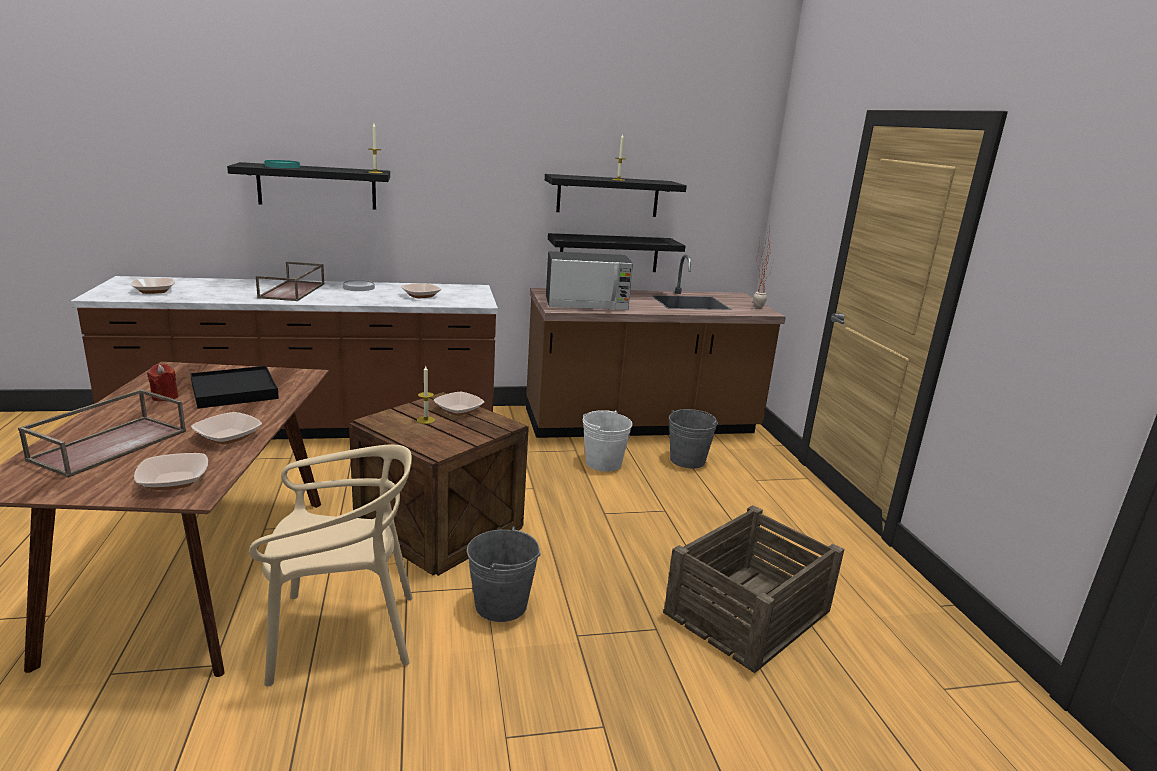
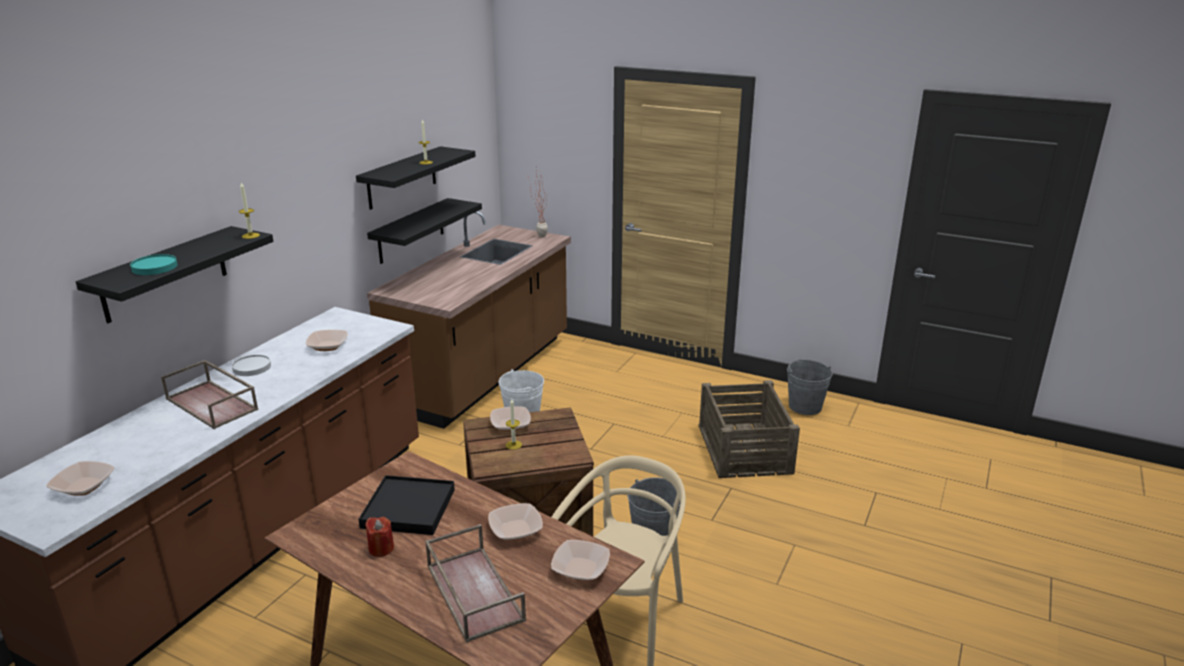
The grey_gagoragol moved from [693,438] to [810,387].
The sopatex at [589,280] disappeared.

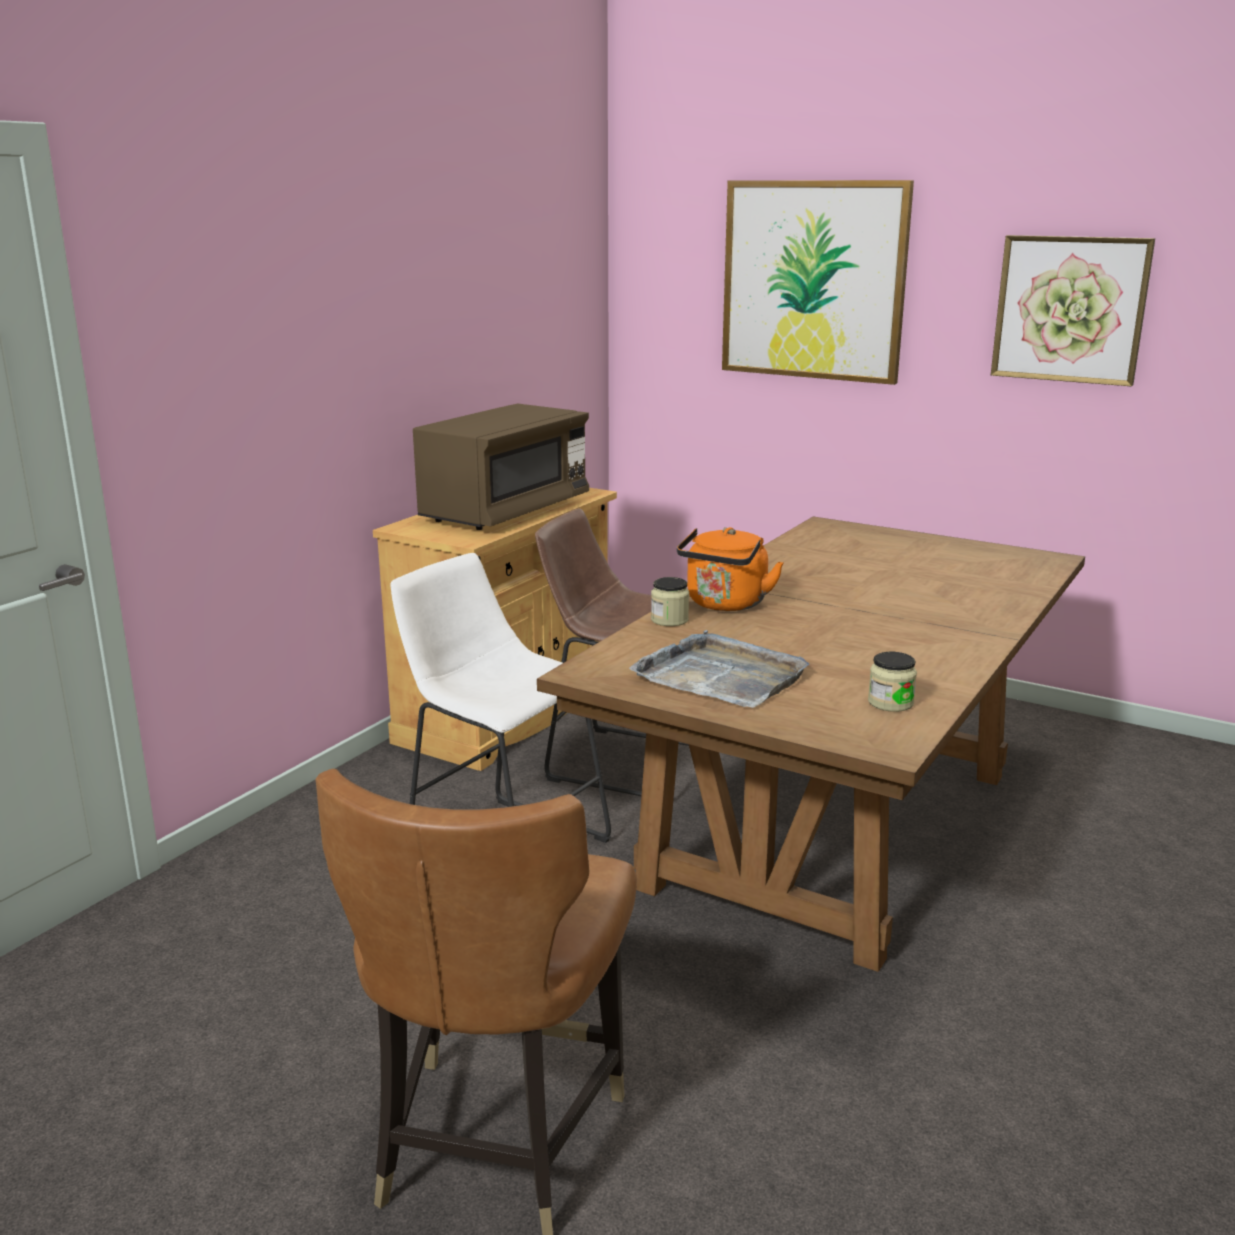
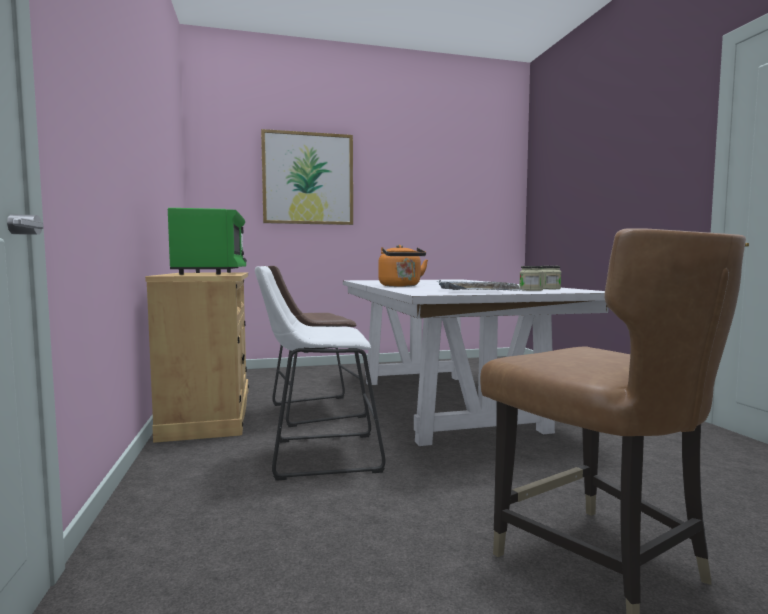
The brown_sopatex at [501,466] became the green_sopatex at [207,241].
The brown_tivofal at [811,744] became the white_tivofal at [476,362].
The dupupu moved from [670,601] to [531,278].
The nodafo at [1073,311] disappeared.

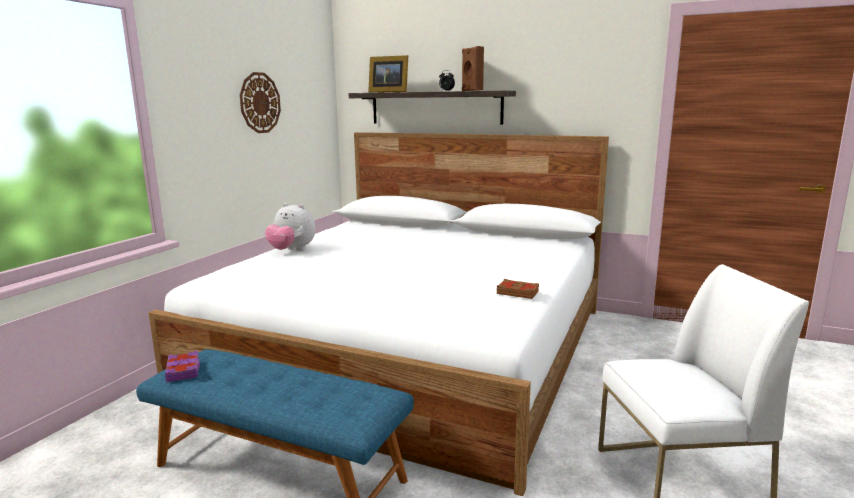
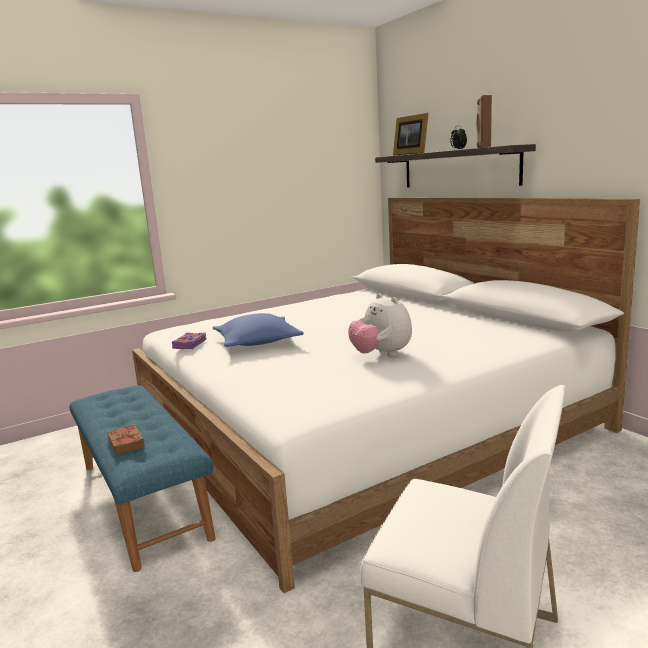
The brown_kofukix moved from [518,289] to [126,439].
The purple_kofukix moved from [182,366] to [189,340].
The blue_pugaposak at [258,330] appeared.
The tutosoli moved from [290,227] to [380,324].
The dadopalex at [260,102] disappeared.

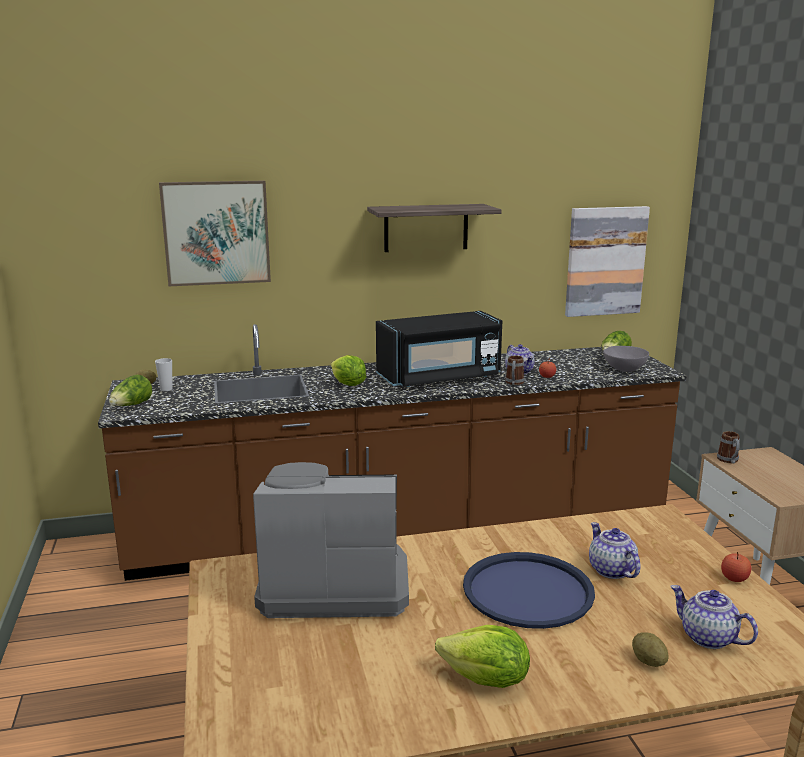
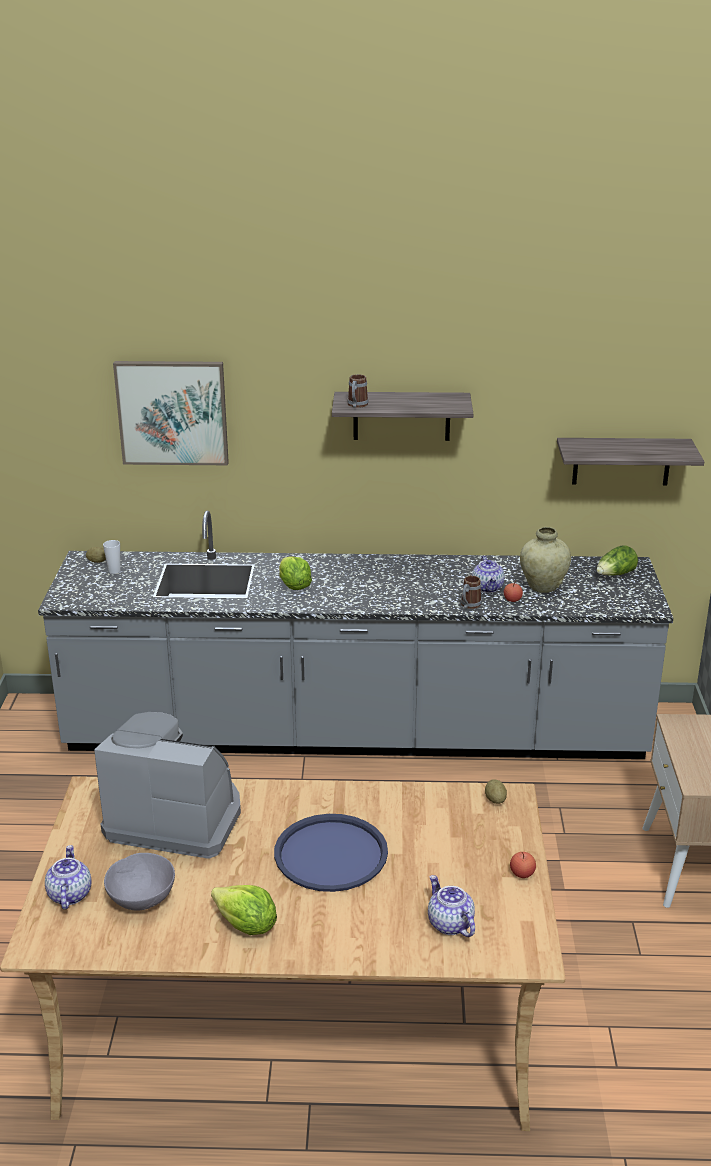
The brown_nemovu at [392,452] became the grey_nemovu at [355,635].
The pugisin moved from [615,550] to [68,877].
The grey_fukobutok moved from [626,359] to [139,882].
The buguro moved from [728,447] to [357,391].
The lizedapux moved from [650,649] to [496,791].
The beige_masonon at [545,560] appeared.
The nodafo at [607,261] was replaced by the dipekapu at [630,461].
The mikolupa at [130,390] disappeared.
The black_sopatex at [439,349] disappeared.

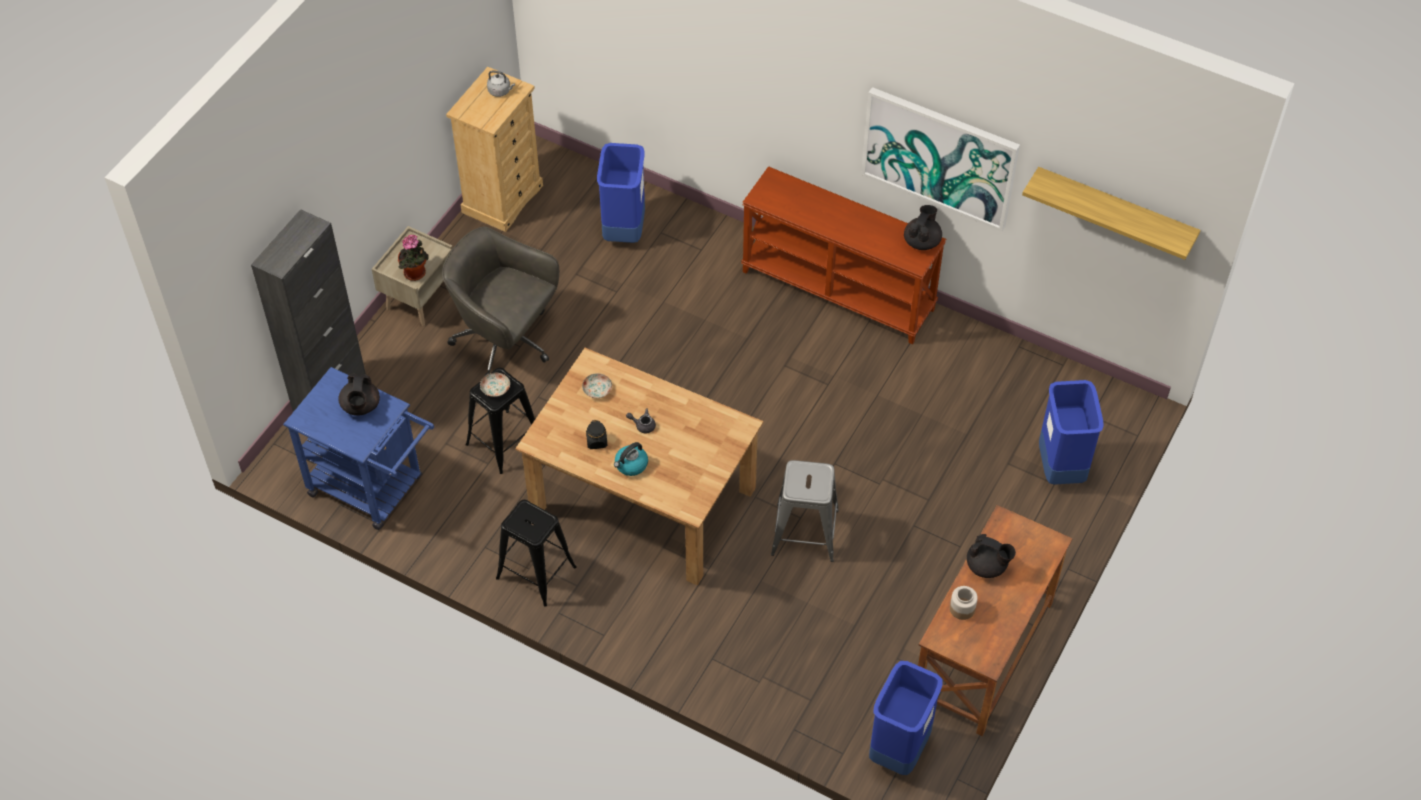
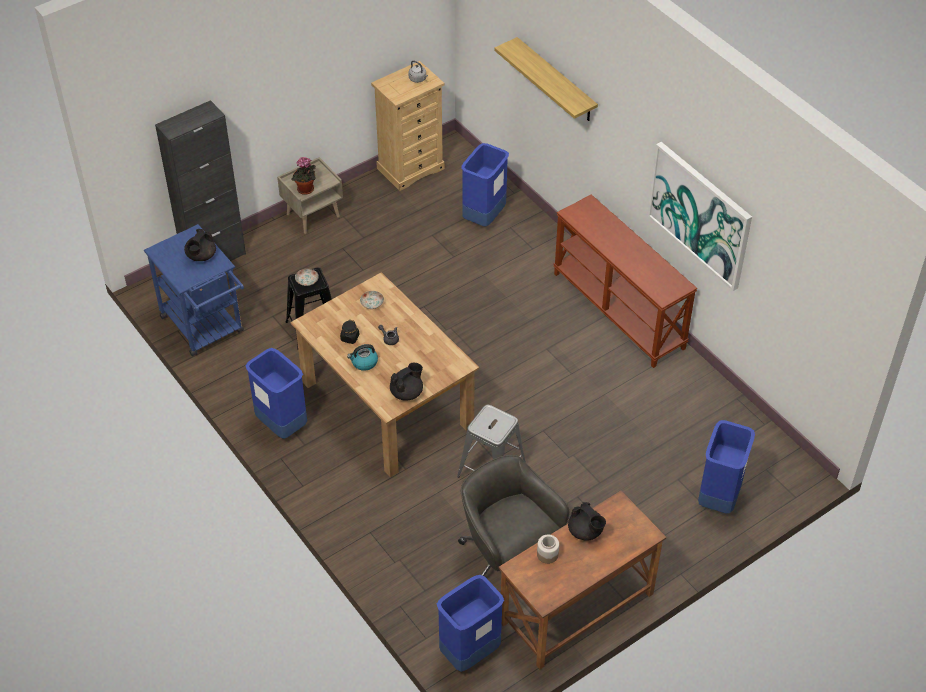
The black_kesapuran at [536,553] was replaced by the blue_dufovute at [276,393].
The black_pugisin moved from [923,227] to [406,382].
The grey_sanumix moved from [500,302] to [513,515].
The dipekapu moved from [1111,213] to [546,79].

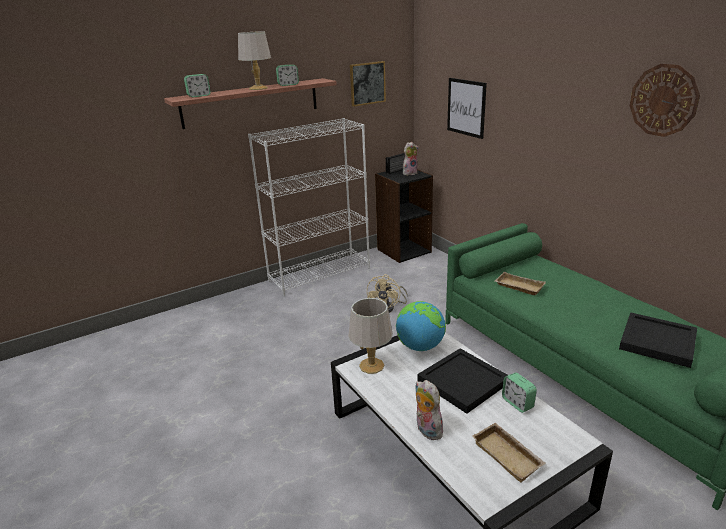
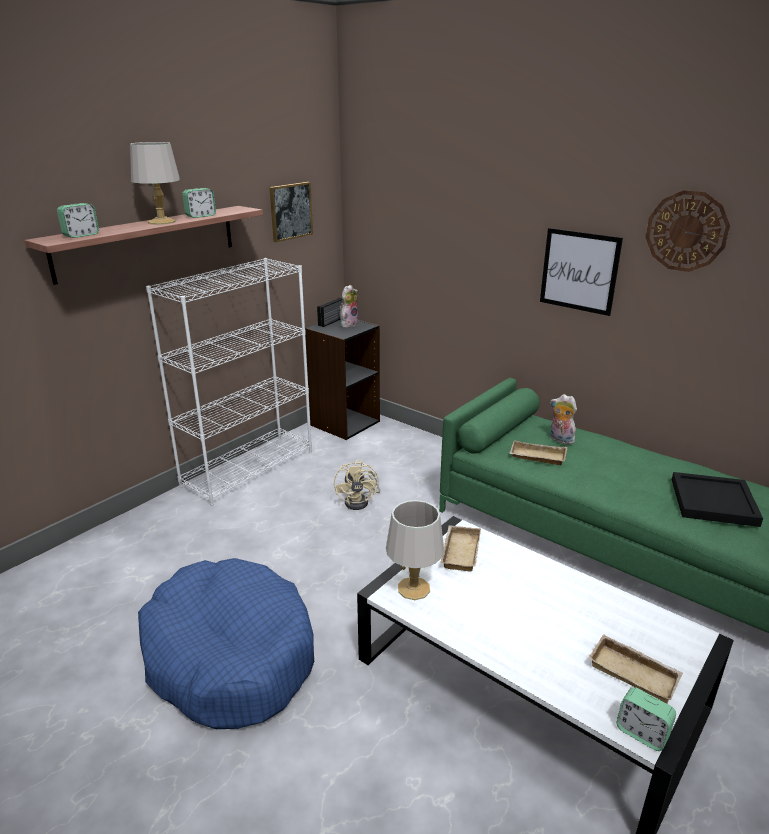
The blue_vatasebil at [226,643] appeared.
The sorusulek at [421,326] was replaced by the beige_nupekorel at [460,548].
The nodafo moved from [467,108] to [581,272].
The tutosoli moved from [429,410] to [563,419].
The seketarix moved from [519,392] to [646,719].
The black_nupekorel at [463,381] disappeared.

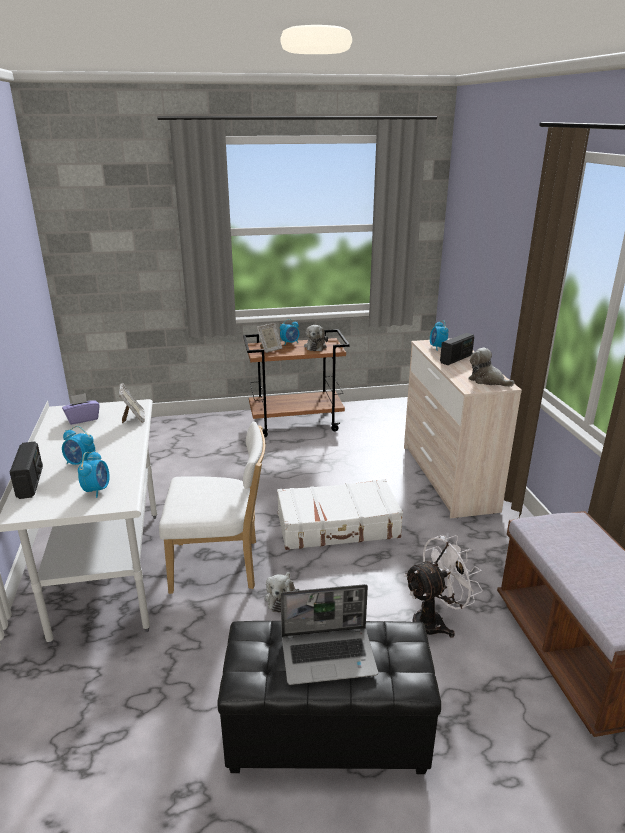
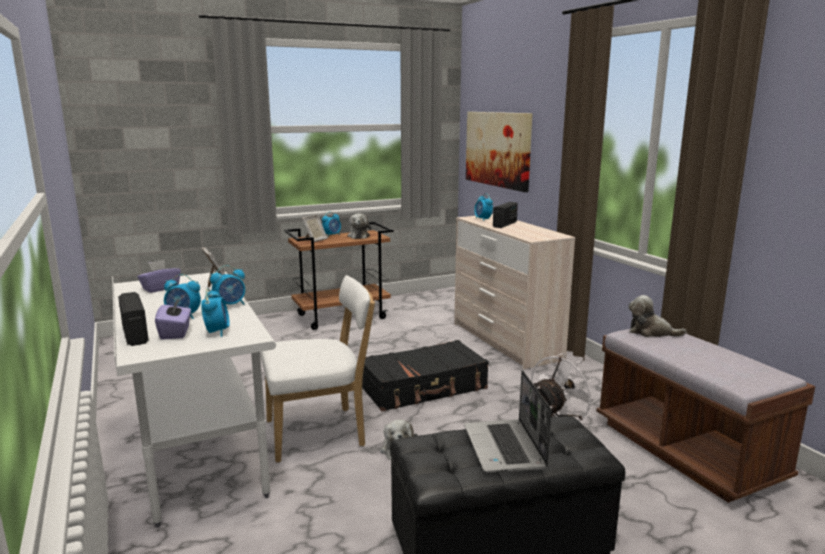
The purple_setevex at [173,319] appeared.
The seketarix at [227,285] appeared.
The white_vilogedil at [340,514] became the black_vilogedil at [425,375].
The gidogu at [329,634] turned 105 degrees clockwise.
The nodafo at [499,152] appeared.
The tutosoli moved from [491,367] to [658,316].

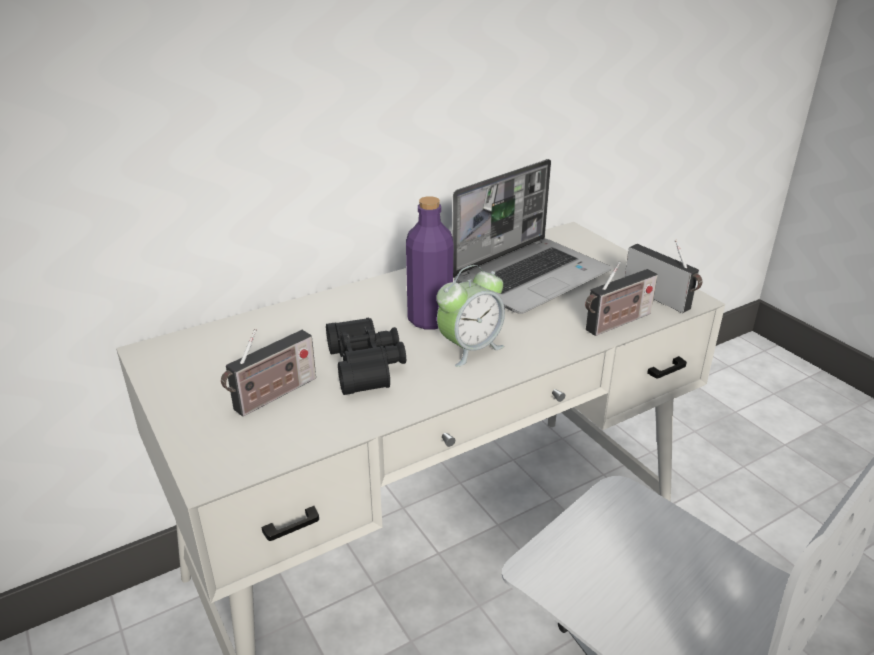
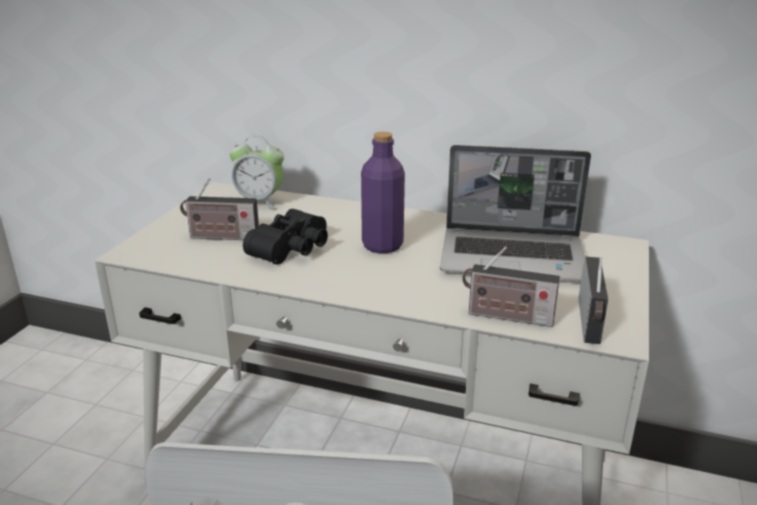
The seketarix moved from [470,316] to [257,172].

